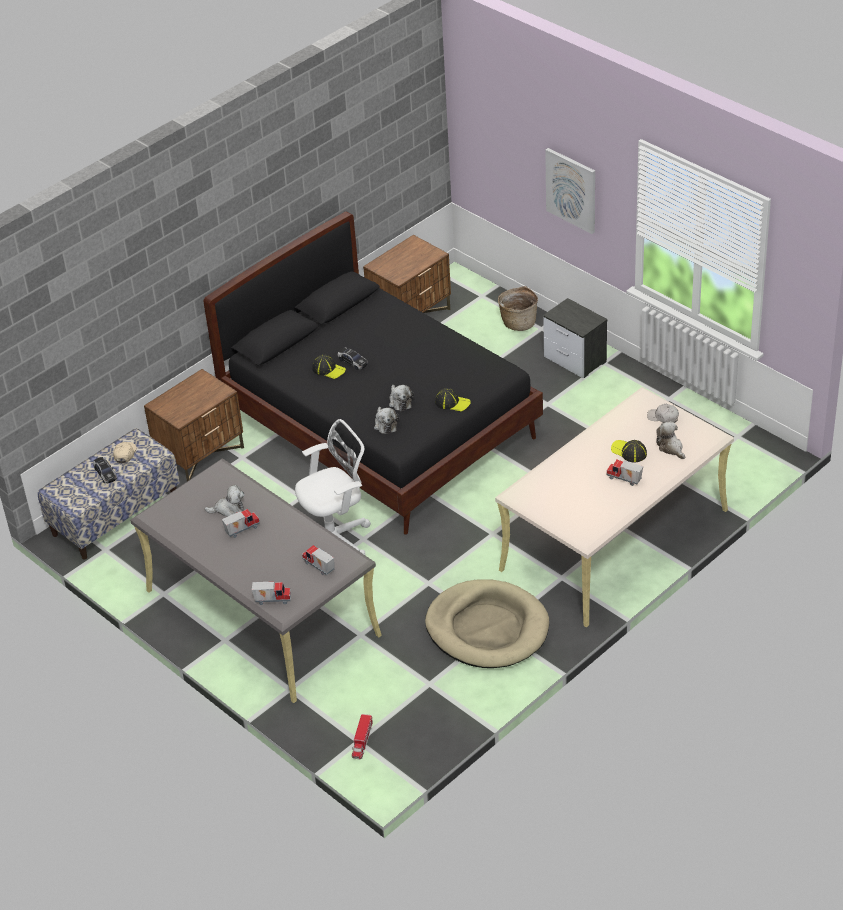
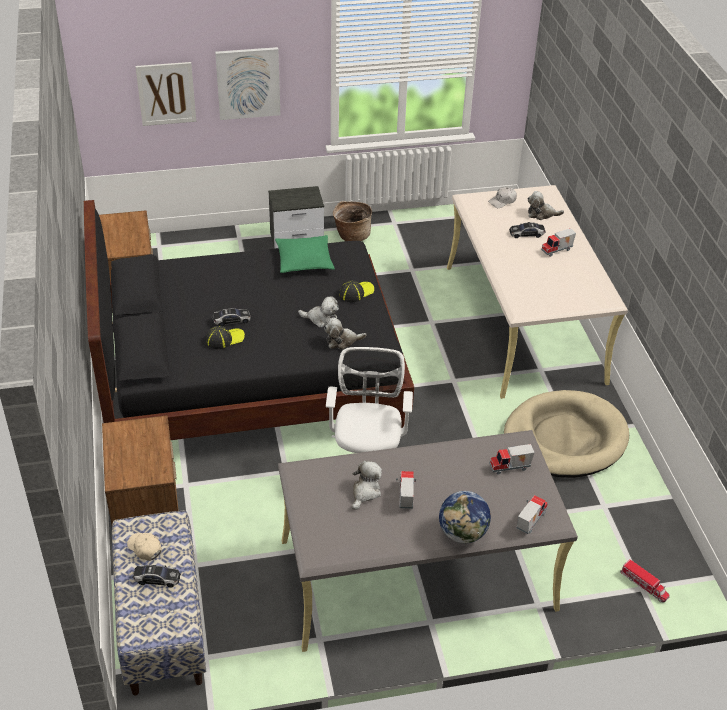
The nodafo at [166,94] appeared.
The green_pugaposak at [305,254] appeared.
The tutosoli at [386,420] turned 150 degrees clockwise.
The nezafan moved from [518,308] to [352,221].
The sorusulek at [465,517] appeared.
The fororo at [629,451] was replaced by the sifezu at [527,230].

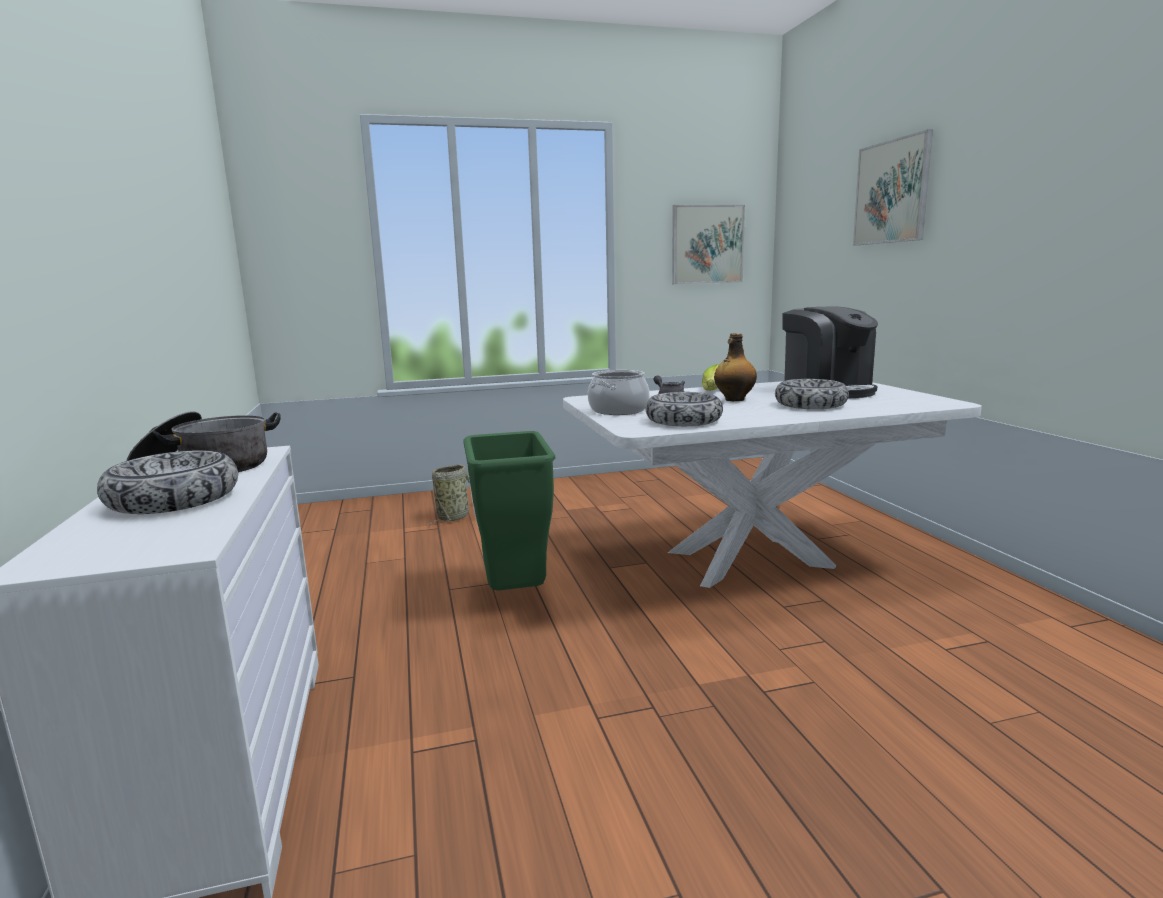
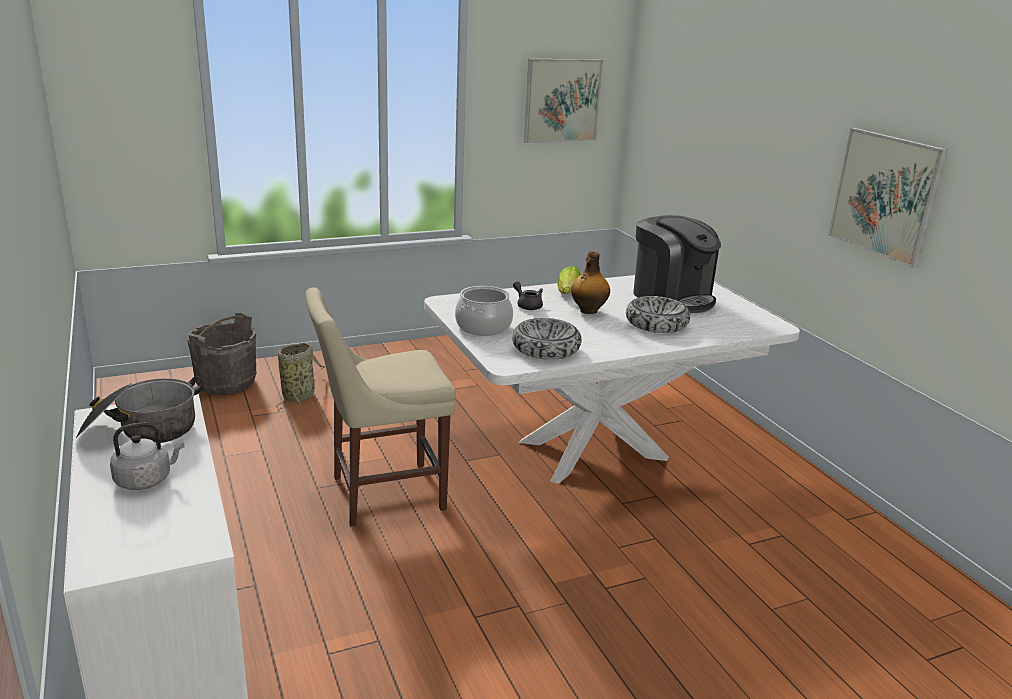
The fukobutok at [167,482] was replaced by the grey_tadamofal at [147,456].
The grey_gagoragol at [221,354] appeared.
The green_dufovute at [509,510] was replaced by the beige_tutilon at [380,406].
The nodafo moved from [893,187] to [888,198].

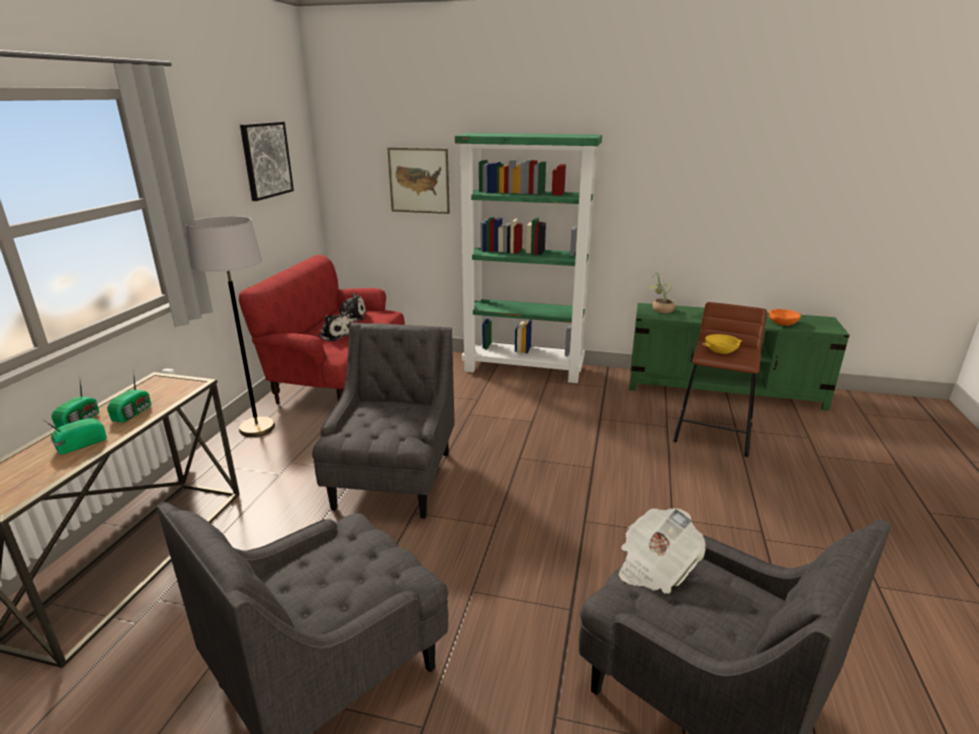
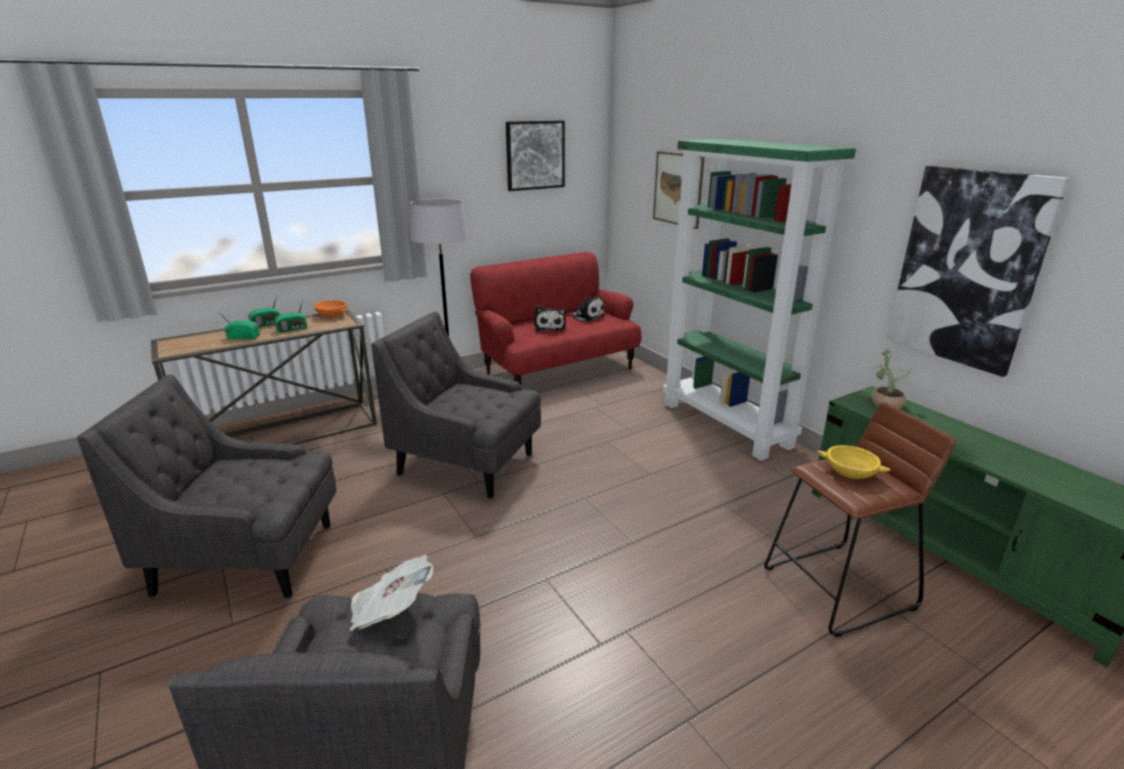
The orange_fukobutok moved from [784,317] to [331,309].
The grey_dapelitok at [383,421] turned 120 degrees counterclockwise.
The nodafo at [978,271] appeared.

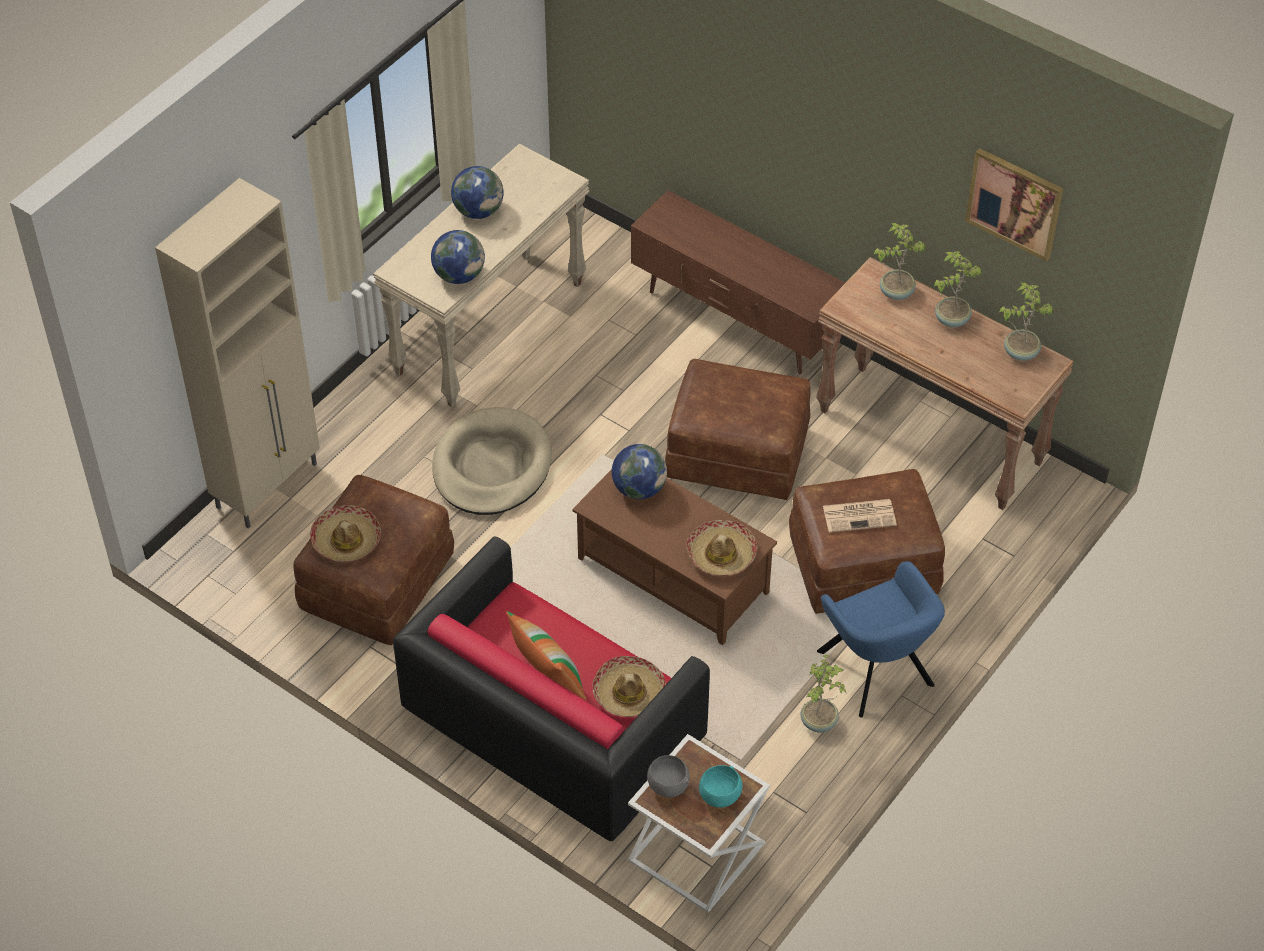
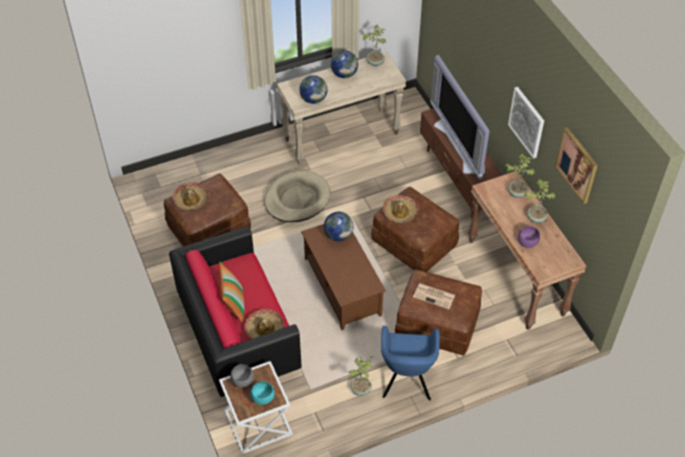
The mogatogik moved from [1026,321] to [373,45].
The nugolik moved from [722,548] to [401,209].
The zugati at [460,117] appeared.
The nodafo at [526,123] appeared.
The purple_fukobutok at [529,237] appeared.
The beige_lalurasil at [237,353] disappeared.

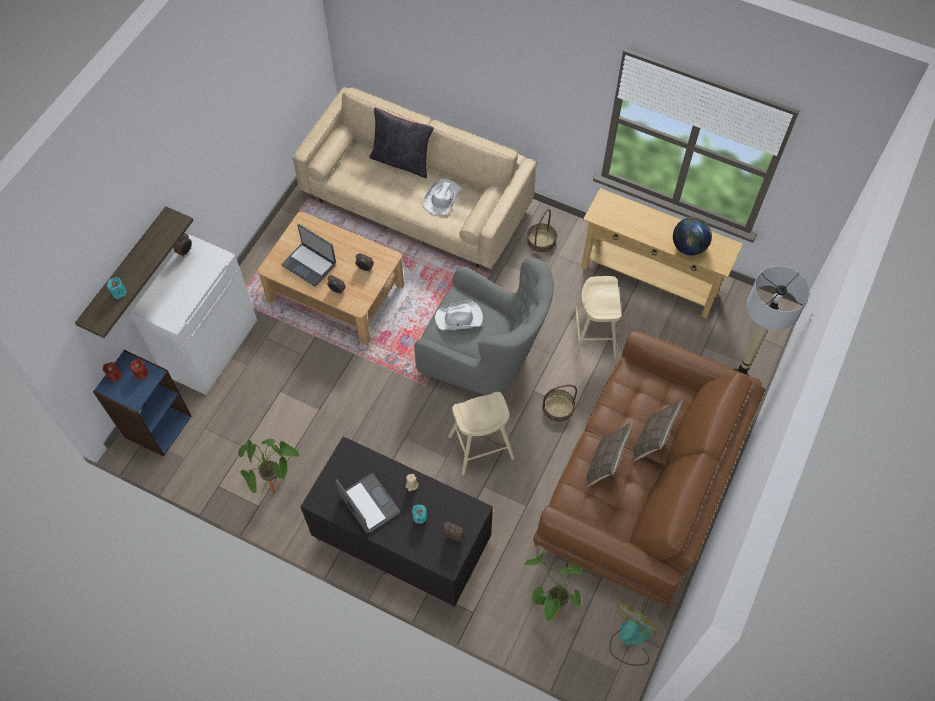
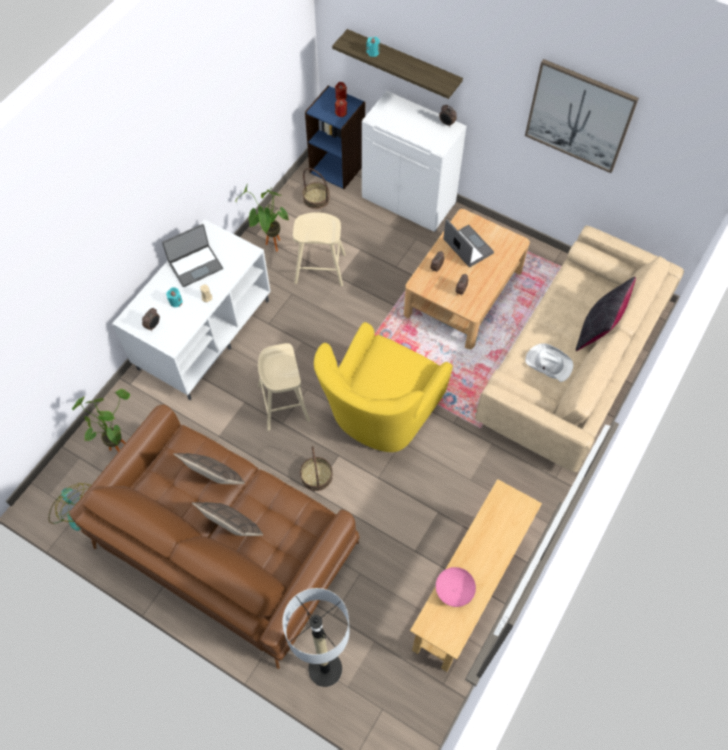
The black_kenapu at [396,522] became the white_kenapu at [191,309].
The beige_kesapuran moved from [596,317] to [319,249].
The nezafan moved from [542,231] to [316,188].
The grey_dapelitok at [484,326] became the yellow_dapelitok at [383,387].
The sorusulek at [692,236] was replaced by the pink_fukobutok at [456,587].
The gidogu at [308,255] turned 105 degrees clockwise.
The nodafo at [582,116] appeared.
The white_nugolik at [459,315] disappeared.

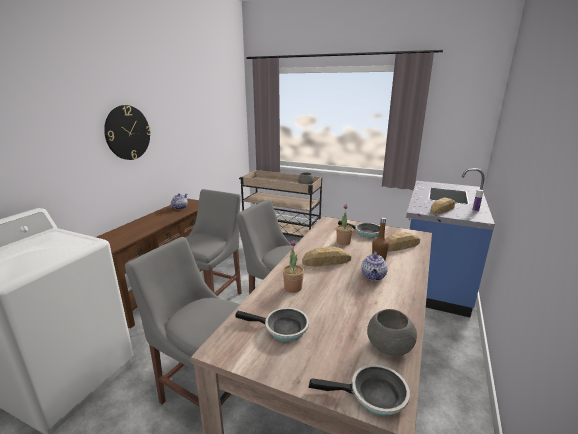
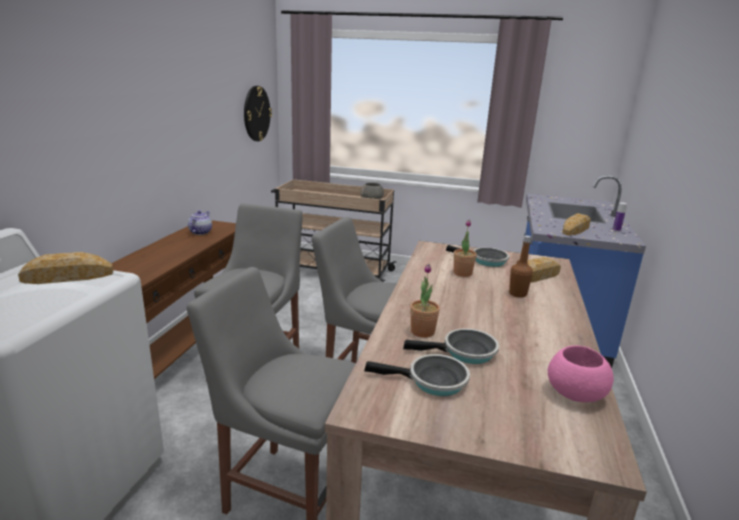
The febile moved from [327,257] to [65,268].
The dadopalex moved from [127,132] to [258,113].
The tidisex moved from [359,390] to [451,346].
The grey_fukobutok at [392,332] became the pink_fukobutok at [581,374].
The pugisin at [374,266] disappeared.

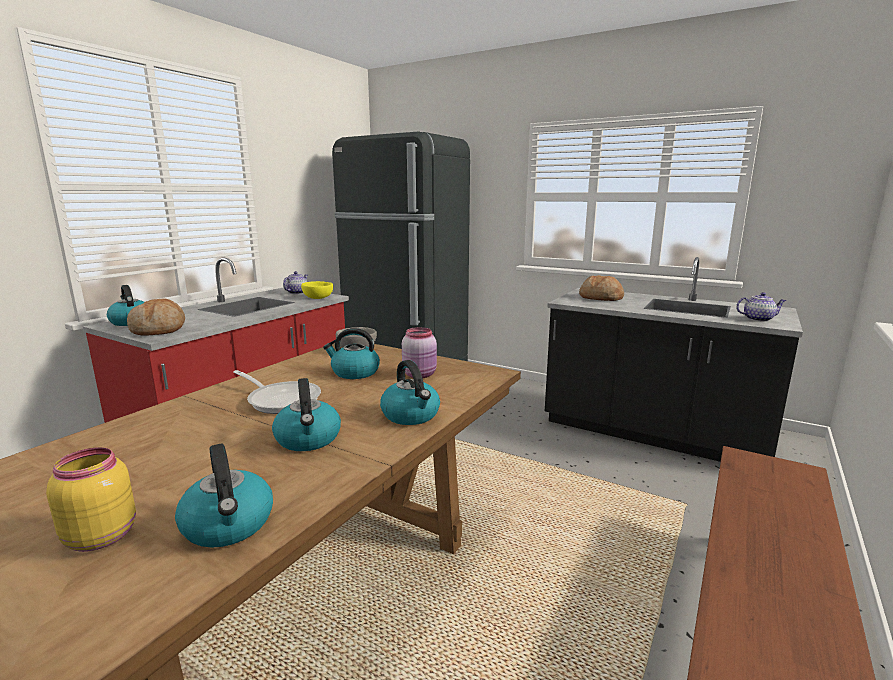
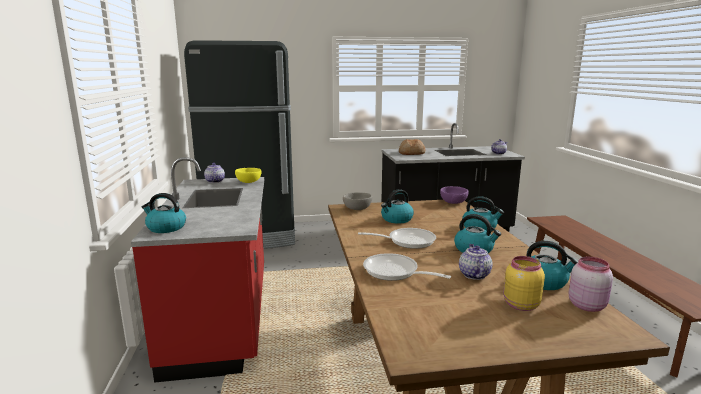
The tidisex at [407,267] appeared.
The purple_fukobutok at [454,195] appeared.
The pugisin at [476,262] appeared.
The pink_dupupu moved from [419,352] to [591,284].
The febile at [156,316] disappeared.

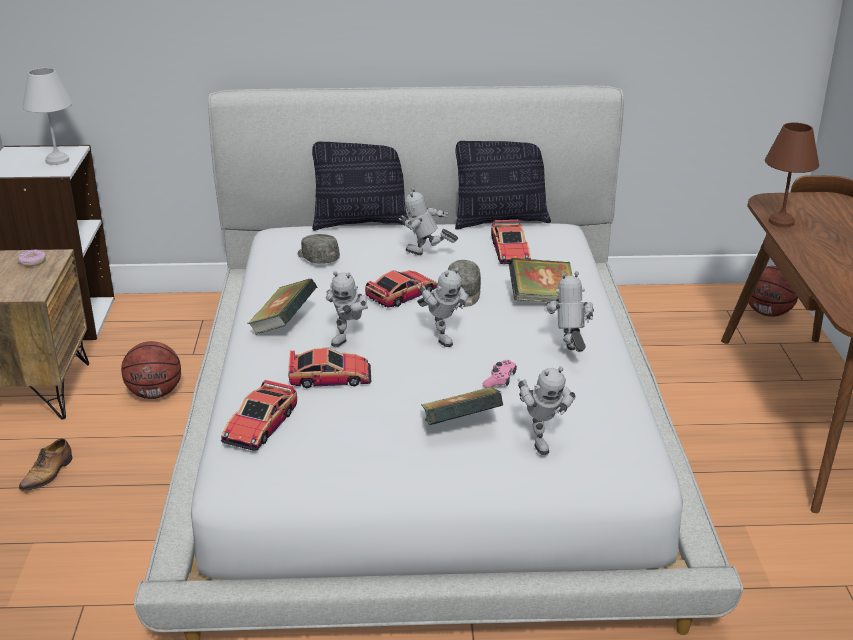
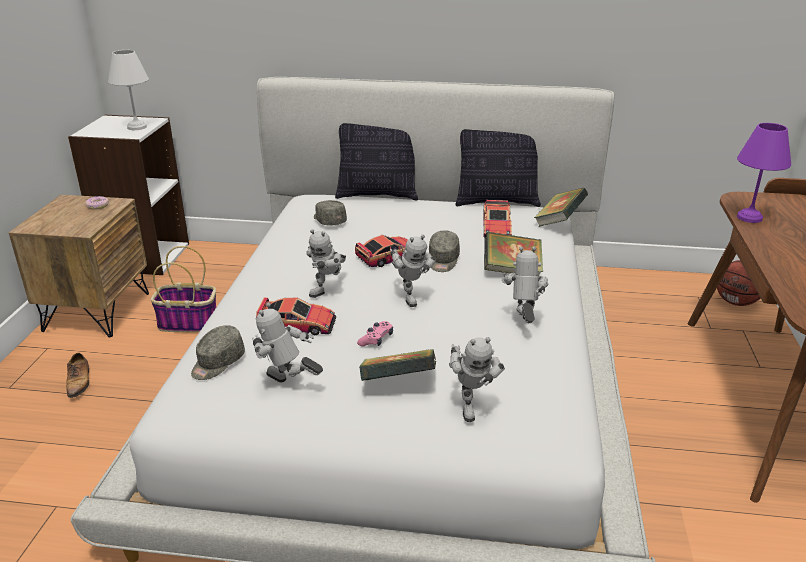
The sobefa at [46,464] turned 45 degrees counterclockwise.
The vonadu at [151,370] was replaced by the nezafan at [183,289].
The sifezu at [259,414] was replaced by the grey_fororo at [218,352].
The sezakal moved from [428,221] to [287,342].
The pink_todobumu moved from [500,374] to [375,334].
The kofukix moved from [282,307] to [561,207].
The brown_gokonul at [792,175] became the purple_gokonul at [764,173].

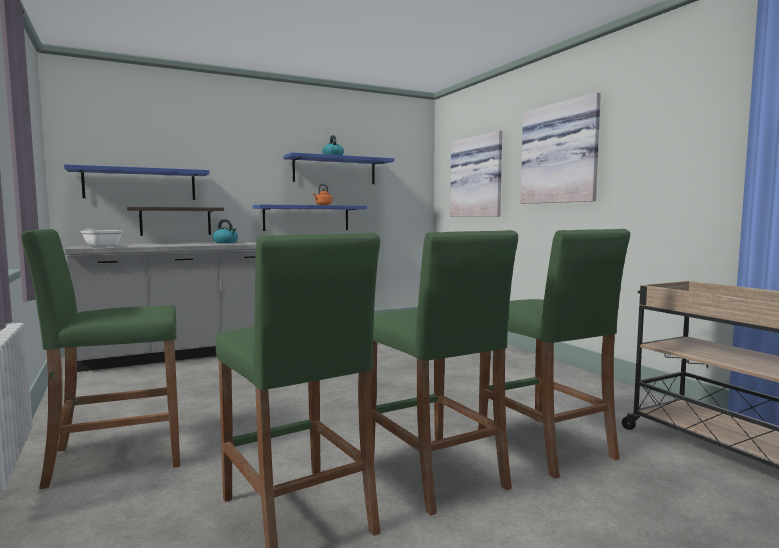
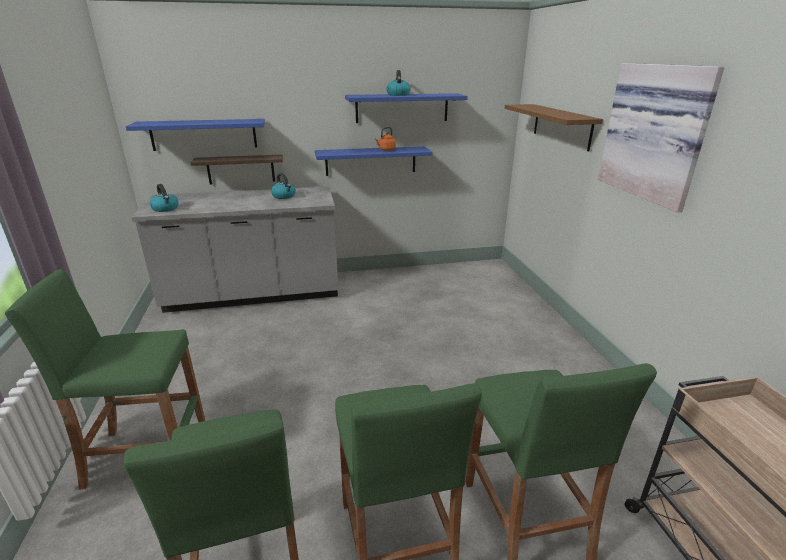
The tidisex at [102,238] was replaced by the tadamofal at [164,198].
The nodafo at [476,173] was replaced by the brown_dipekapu at [554,128].

